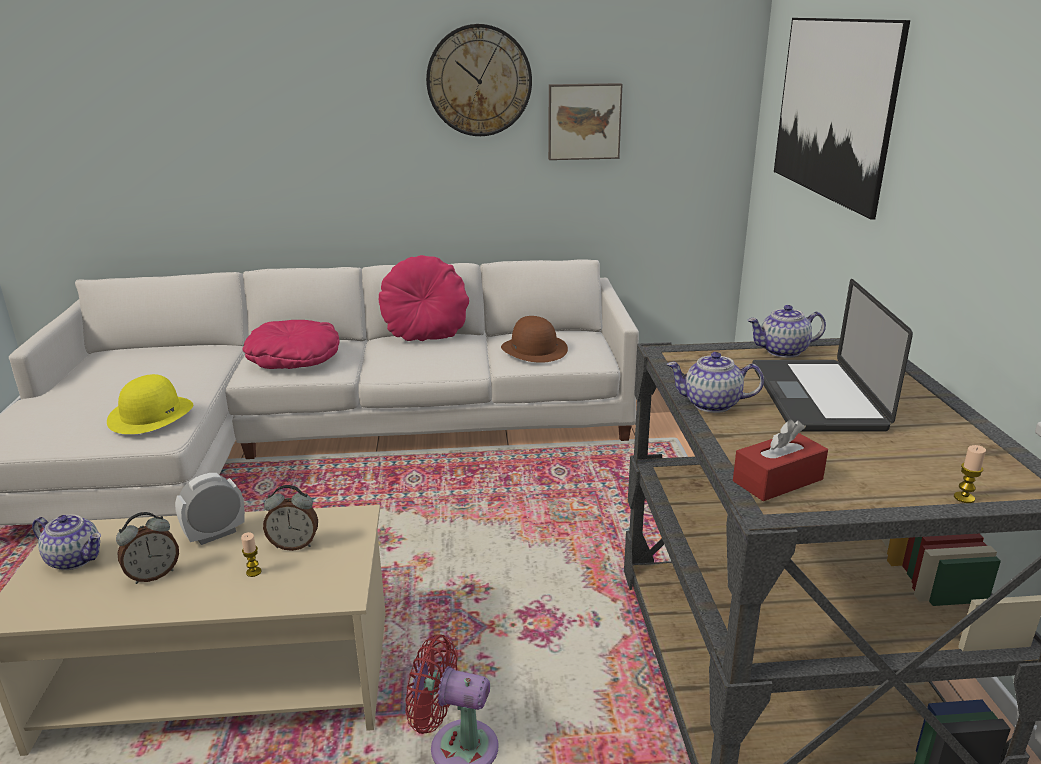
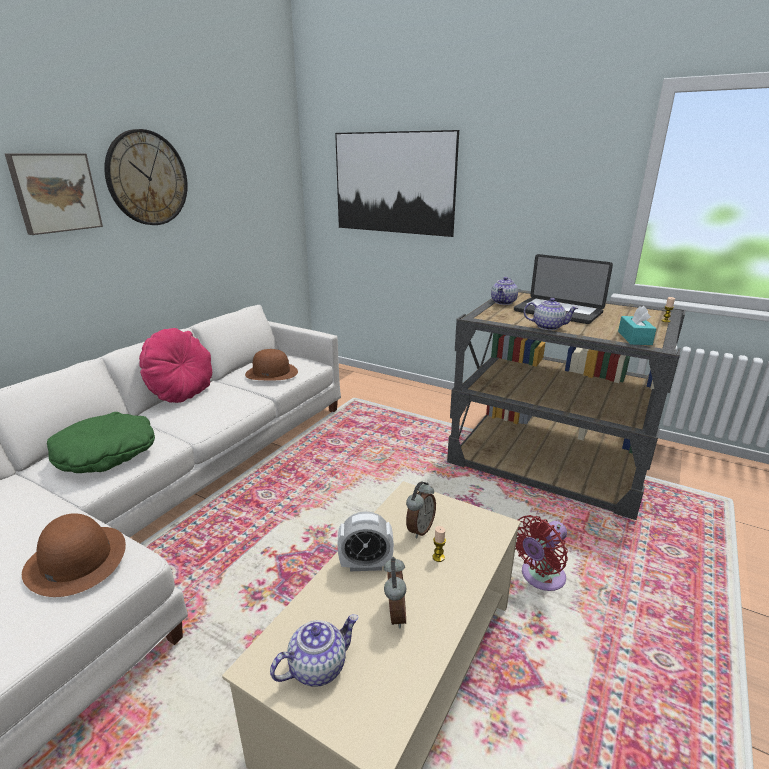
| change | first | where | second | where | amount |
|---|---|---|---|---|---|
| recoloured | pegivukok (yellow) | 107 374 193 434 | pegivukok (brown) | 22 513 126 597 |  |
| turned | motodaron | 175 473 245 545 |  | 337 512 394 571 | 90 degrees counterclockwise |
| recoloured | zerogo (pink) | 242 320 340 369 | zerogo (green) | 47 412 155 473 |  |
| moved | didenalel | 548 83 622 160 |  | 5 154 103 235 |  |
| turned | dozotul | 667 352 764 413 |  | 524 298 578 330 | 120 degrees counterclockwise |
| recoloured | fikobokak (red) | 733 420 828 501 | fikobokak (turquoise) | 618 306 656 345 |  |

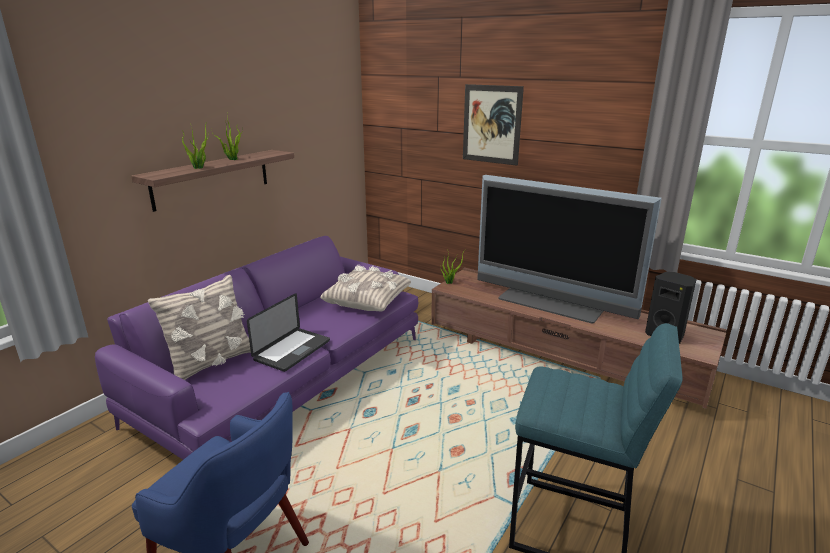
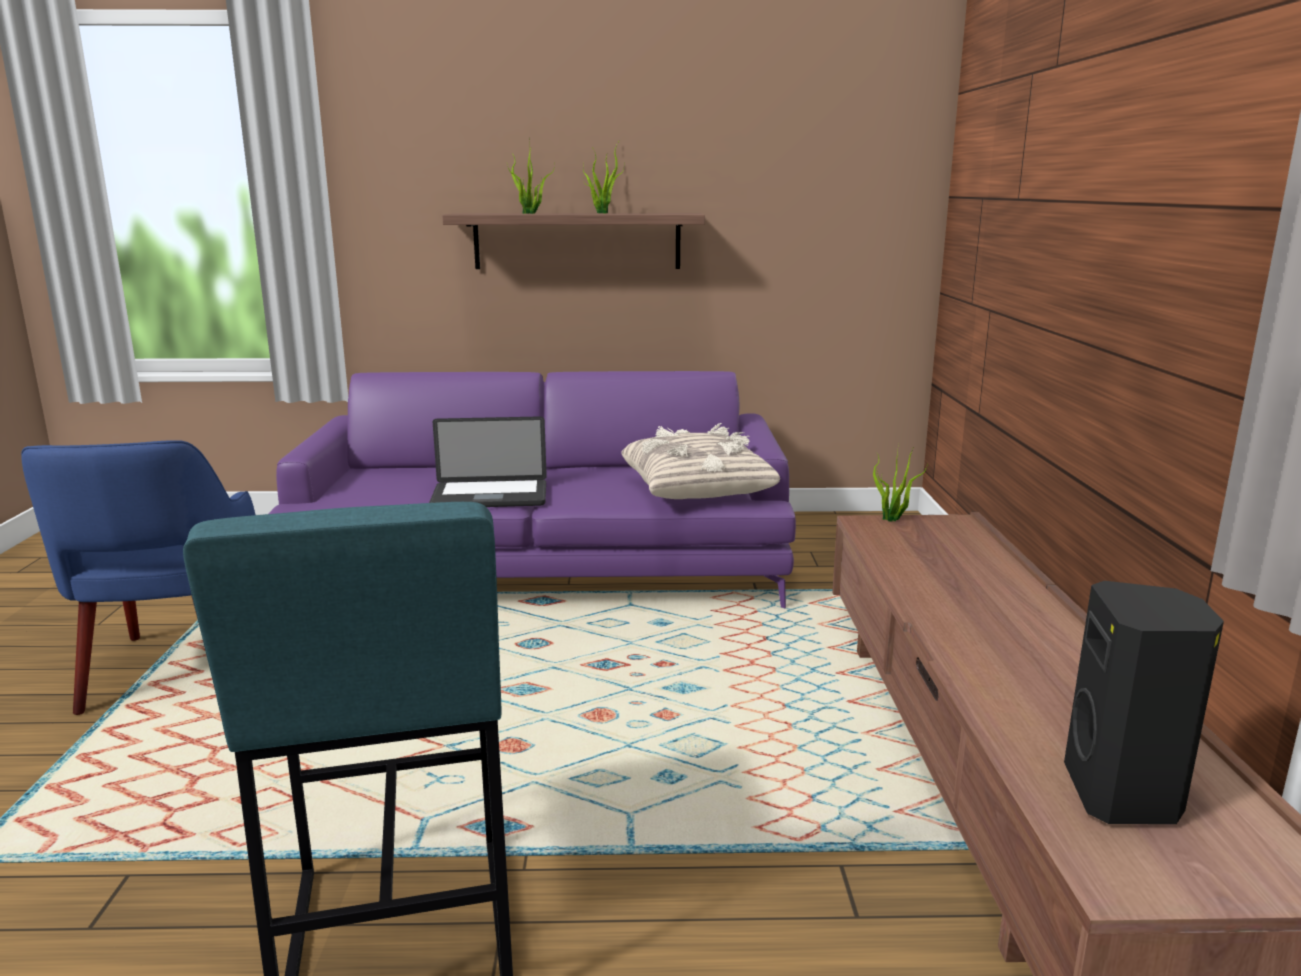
| change | first | where | second | where | amount |
|---|---|---|---|---|---|
| removed | zerogo (beige) | 148 275 251 380 |  |  |  |
| removed | didenalel | 463 84 524 166 |  |  |  |
| removed | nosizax | 477 175 662 323 |  |  |  |

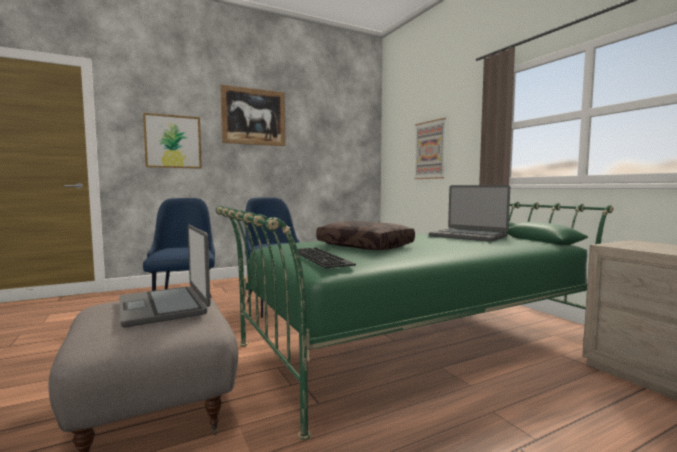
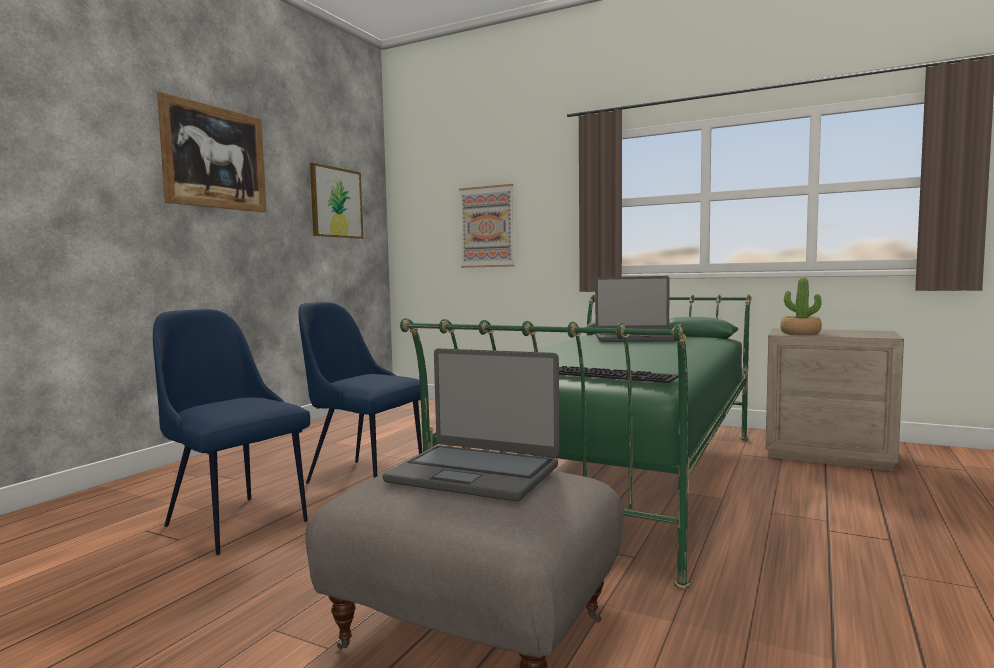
| change | first | where | second | where | amount |
|---|---|---|---|---|---|
| moved | didenalel | 143 113 202 169 |  | 310 163 363 239 |  |
| removed | zerogo (brown) | 316 221 415 250 |  |  |  |
| added |  |  | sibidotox | 780 278 822 335 |  |

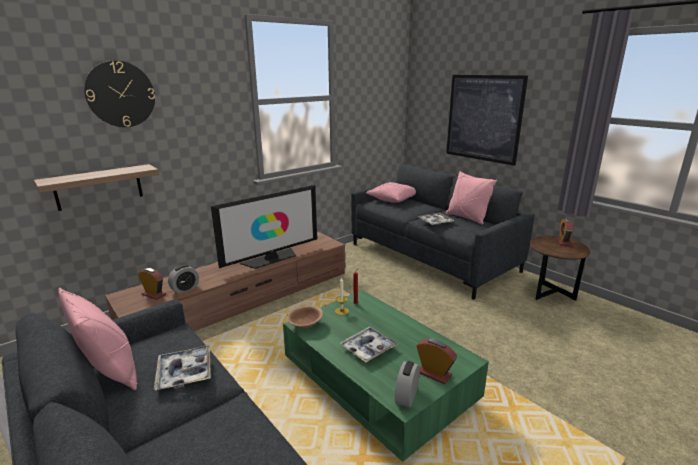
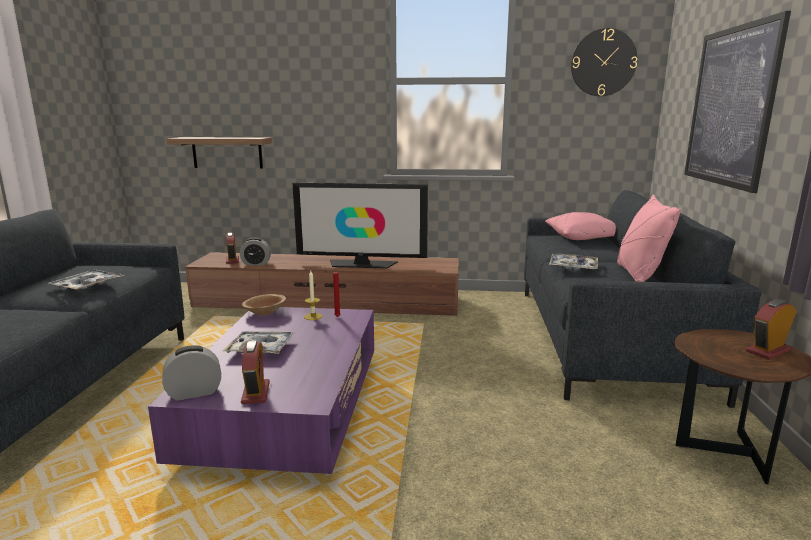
| change | first | where | second | where | amount |
|---|---|---|---|---|---|
| removed | zerogo (pink) | 59 287 137 390 |  |  |  |
| moved | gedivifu | 84 61 155 127 |  | 571 28 637 96 |  |
| recoloured | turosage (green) | 283 290 489 462 | turosage (purple) | 148 307 374 474 |  |

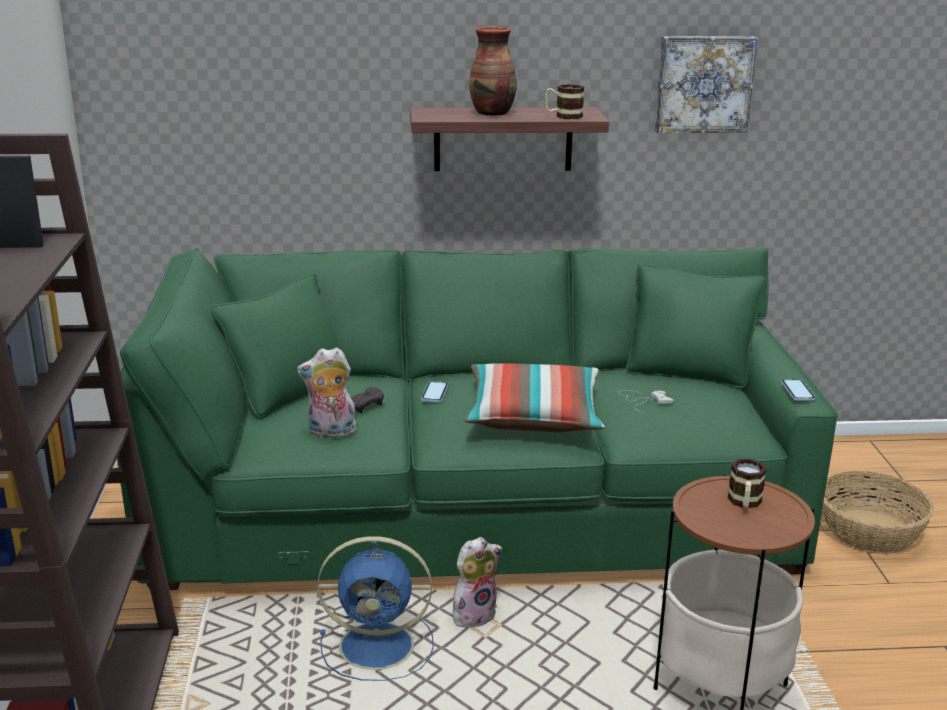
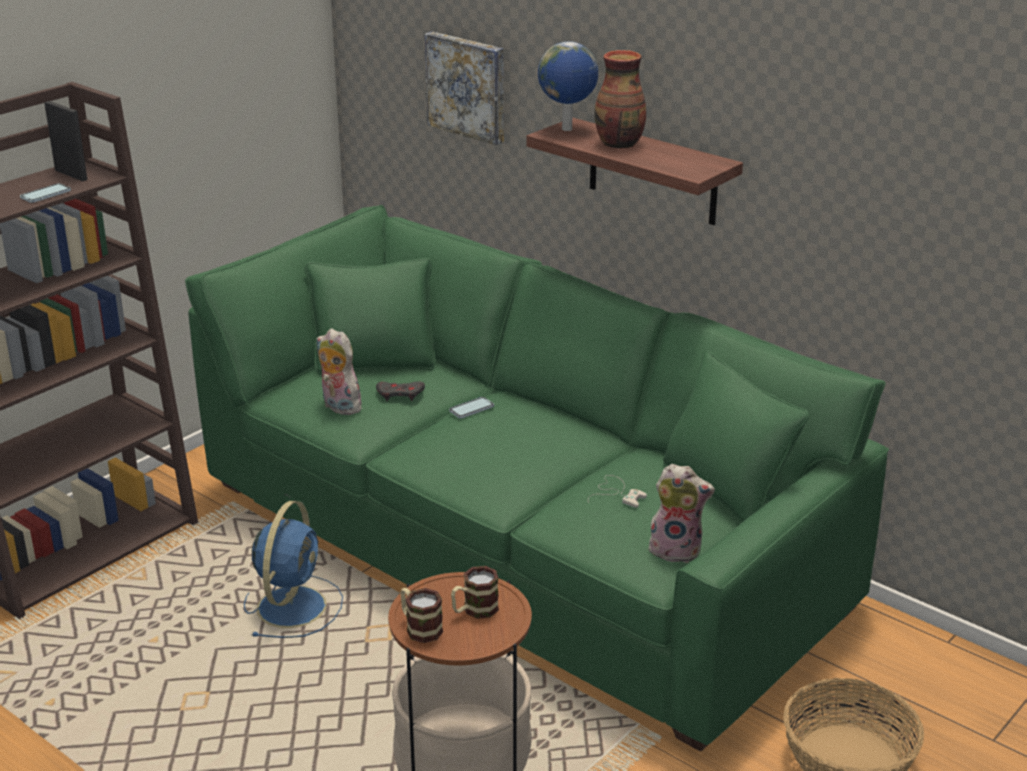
| change | first | where | second | where | amount |
|---|---|---|---|---|---|
| turned | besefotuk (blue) | 317 536 434 681 |  | 244 501 343 638 | 120 degrees counterclockwise |
| moved | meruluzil | 453 537 502 627 |  | 649 464 715 563 |  |
| removed | zerogo | 464 363 605 432 |  |  |  |
| moved | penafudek | 545 84 584 119 |  | 400 588 443 643 |  |
| moved | didenalel | 655 36 758 133 |  | 425 32 504 145 |  |
| moved | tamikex | 781 379 816 401 |  | 20 183 71 203 |  |
| added |  |  | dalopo | 538 41 598 131 |  |

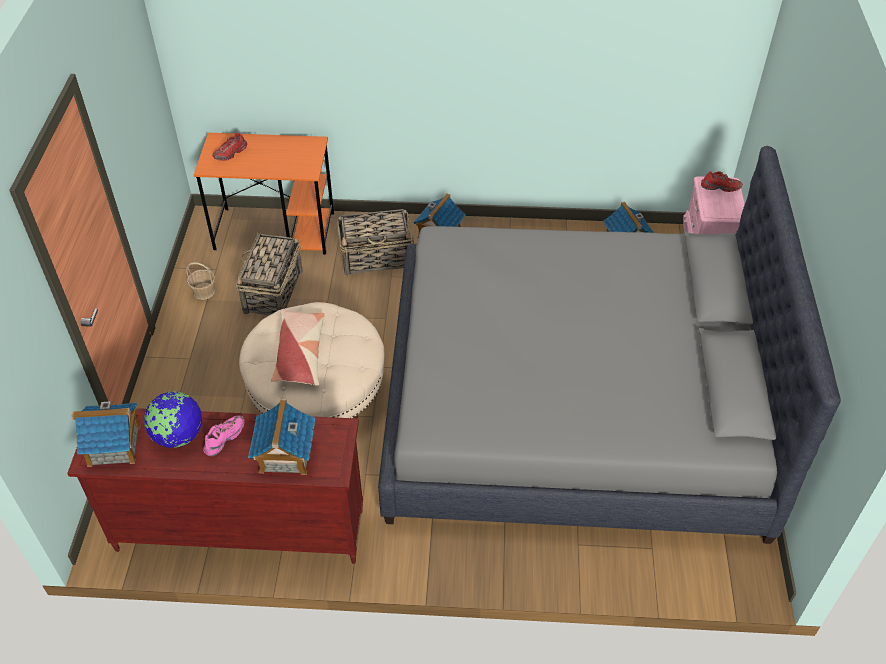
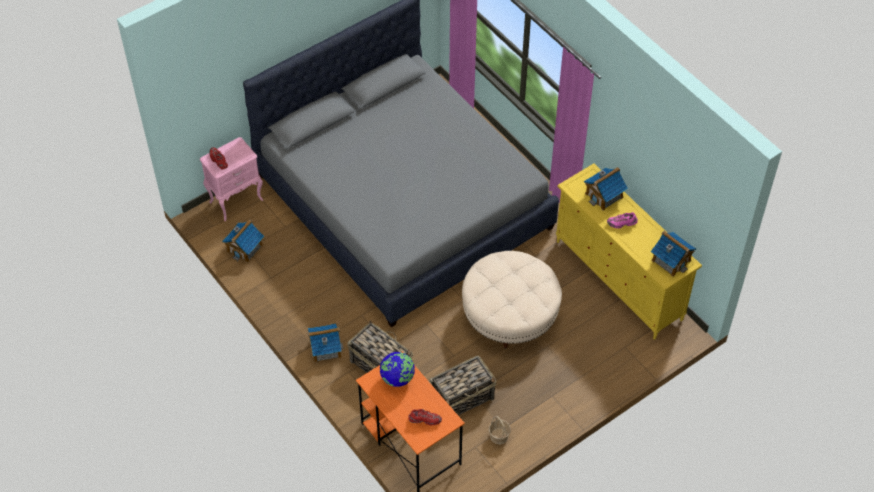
| change | first | where | second | where | amount |
|---|---|---|---|---|---|
| recoloured | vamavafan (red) | 67 408 363 564 | vamavafan (yellow) | 556 163 702 340 |  |
| moved | dalopo | 144 391 202 448 |  | 380 352 415 387 |  |
| removed | zerogo | 271 310 325 386 |  |  |  |

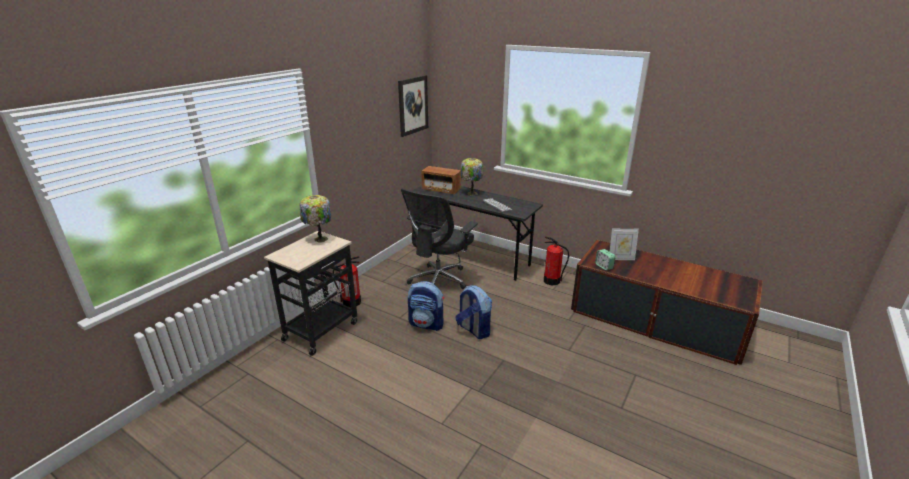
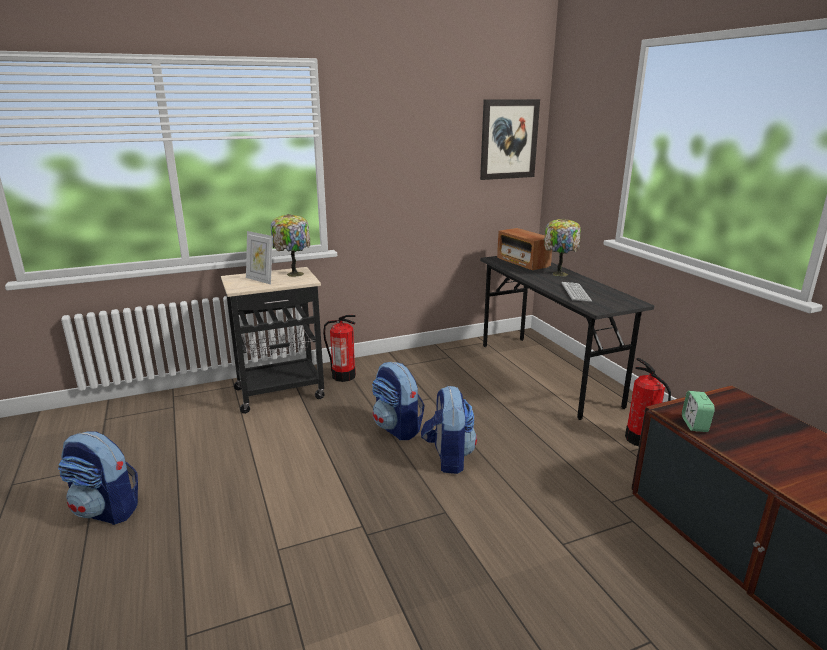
| change | first | where | second | where | amount |
|---|---|---|---|---|---|
| removed | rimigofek | 401 189 478 289 |  |  |  |
| moved | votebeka | 610 229 639 260 |  | 246 231 273 285 |  |
| added |  |  | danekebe | 58 431 138 525 |  |

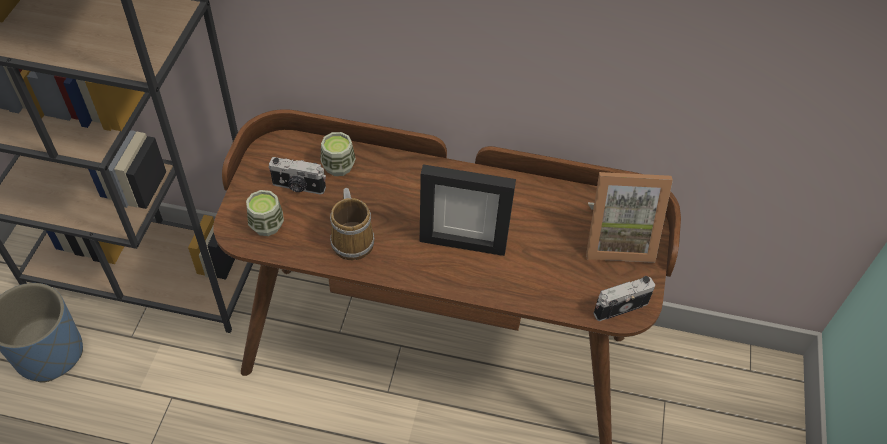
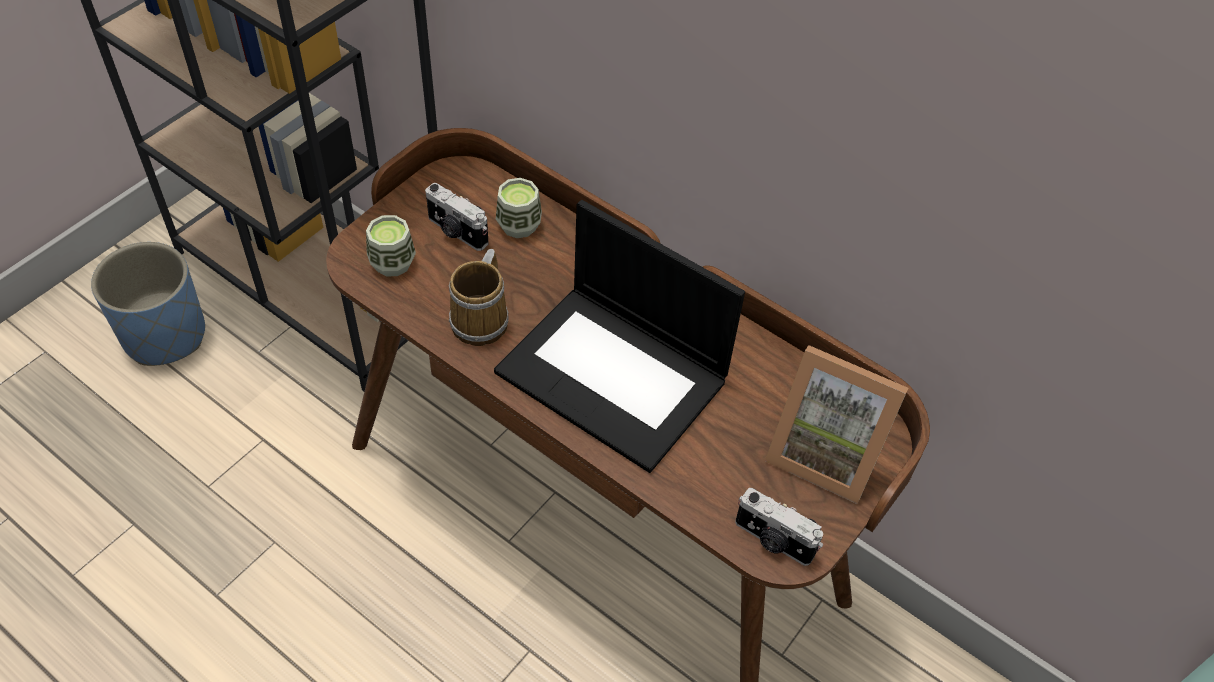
| change | first | where | second | where | amount |
|---|---|---|---|---|---|
| replaced | votebeka | 420 164 516 256 | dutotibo | 494 200 745 473 |  |
| turned | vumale | 593 276 655 321 |  | 735 488 823 566 | 150 degrees counterclockwise |

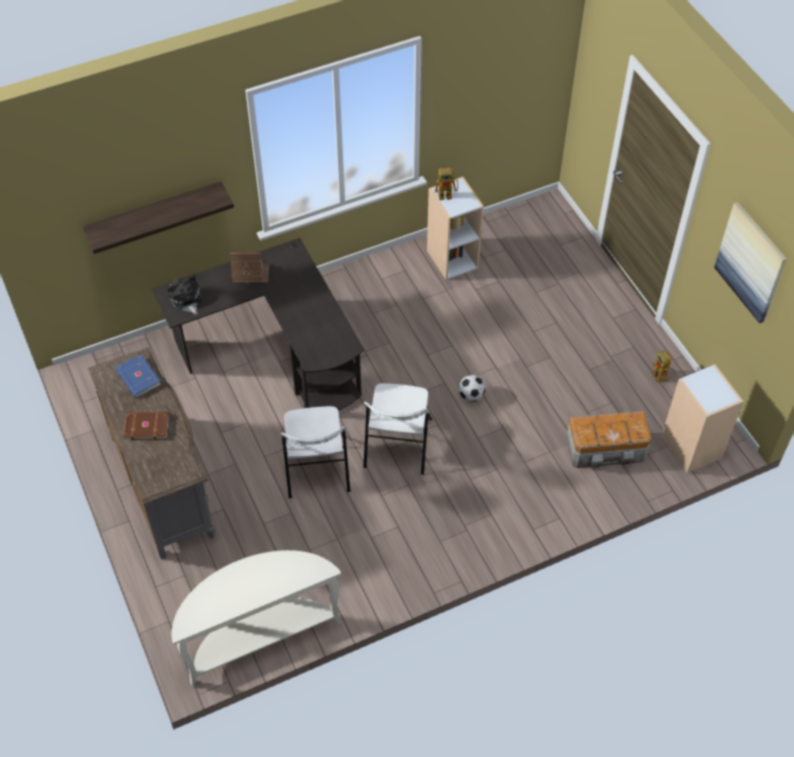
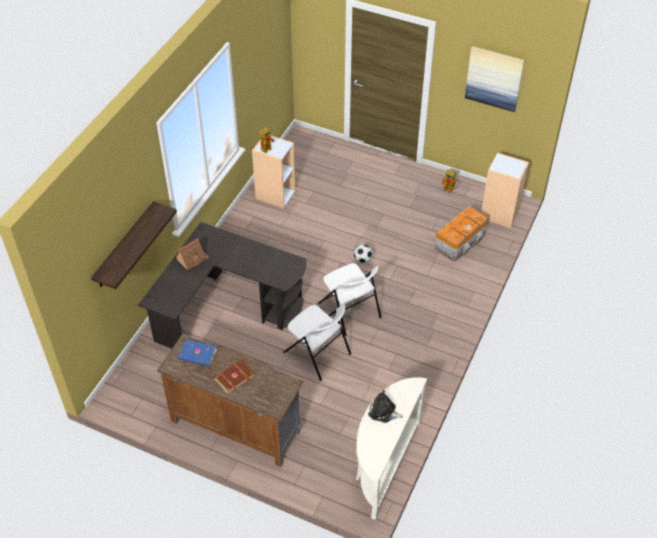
| change | first | where | second | where | amount |
|---|---|---|---|---|---|
| moved | meruluzil | 167 275 202 315 |  | 368 390 403 423 |  |

